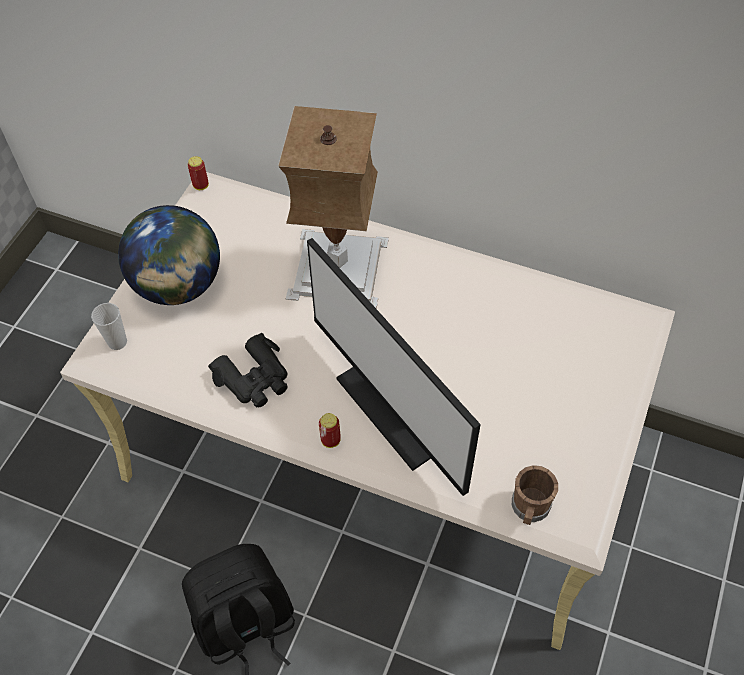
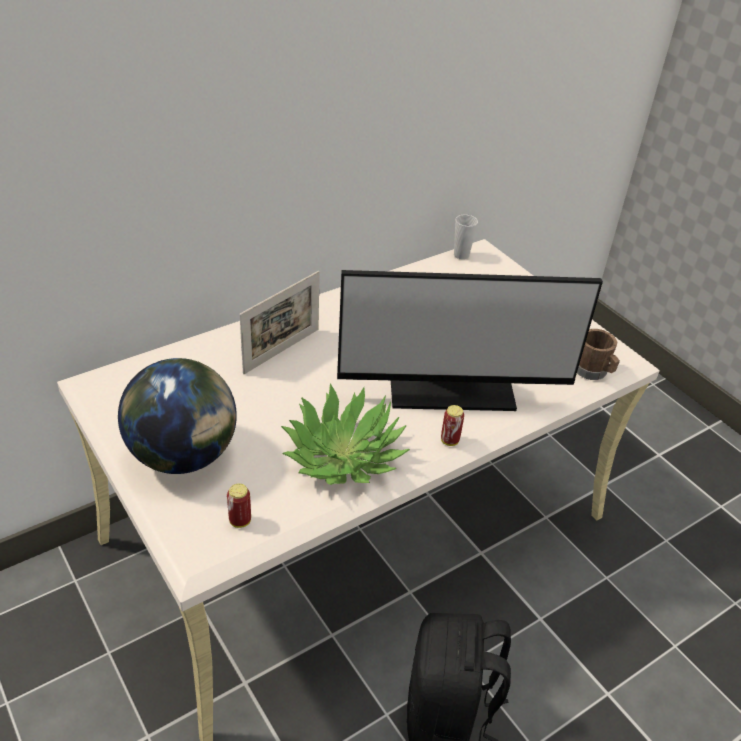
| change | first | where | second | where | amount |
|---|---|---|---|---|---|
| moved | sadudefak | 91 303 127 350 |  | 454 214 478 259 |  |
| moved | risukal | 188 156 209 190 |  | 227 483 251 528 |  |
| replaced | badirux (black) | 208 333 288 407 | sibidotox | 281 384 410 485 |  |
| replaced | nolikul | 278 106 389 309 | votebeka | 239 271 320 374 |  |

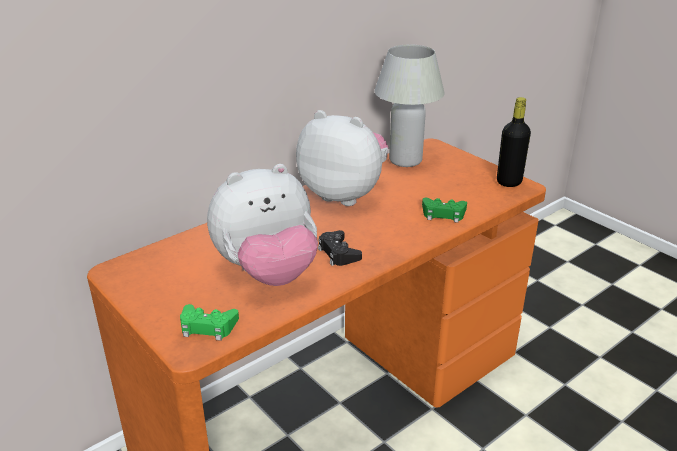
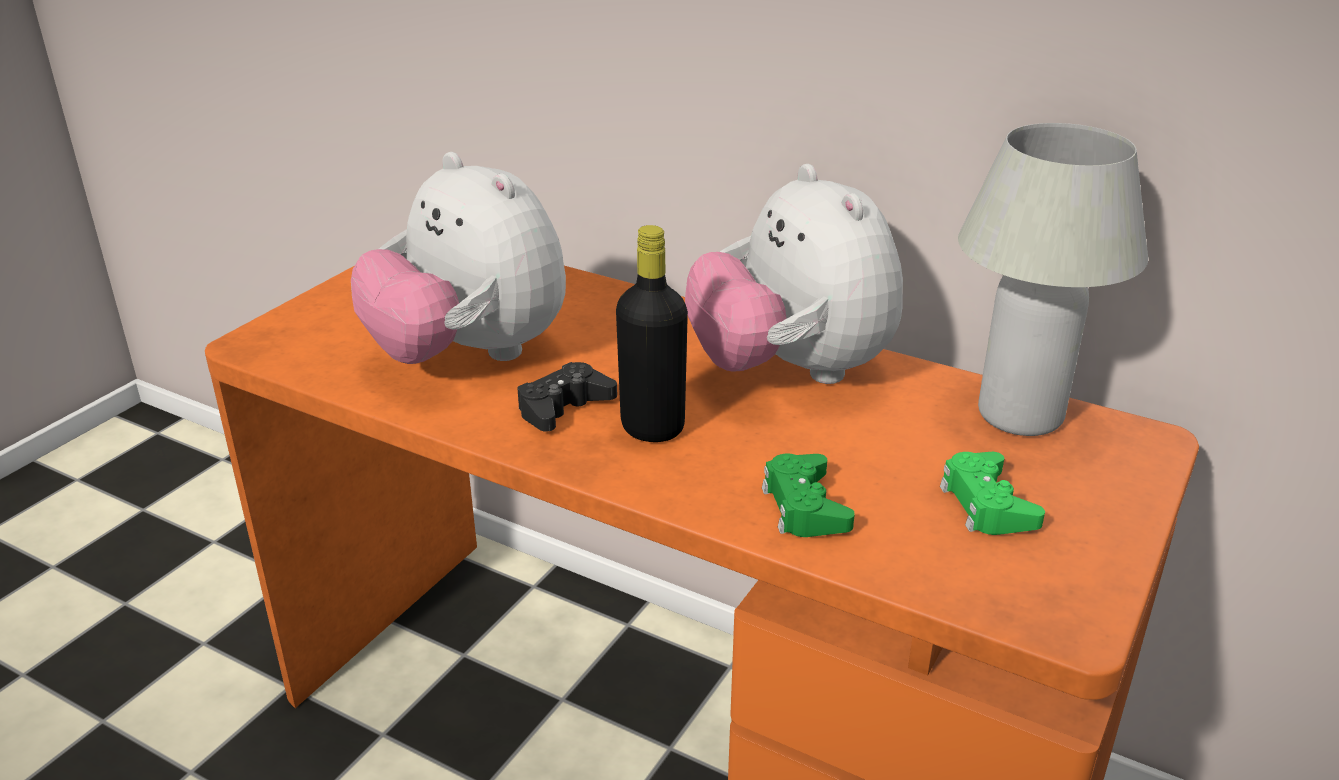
| change | first | where | second | where | amount |
|---|---|---|---|---|---|
| moved | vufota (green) | 180 304 239 341 |  | 940 452 1045 535 |  |
| turned | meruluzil | 296 110 388 206 |  | 685 164 903 384 | 150 degrees clockwise |
| moved | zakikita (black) | 497 97 531 187 |  | 616 225 688 442 |  |

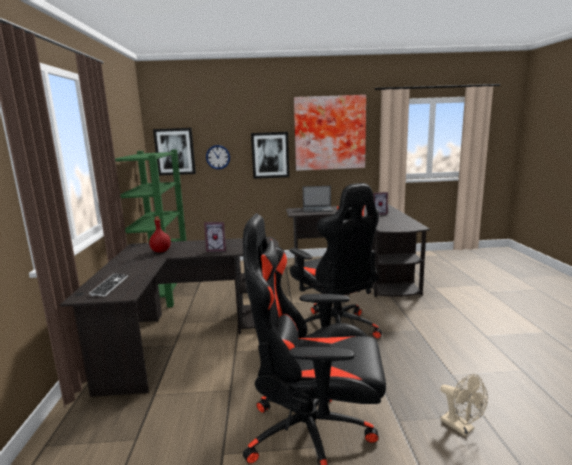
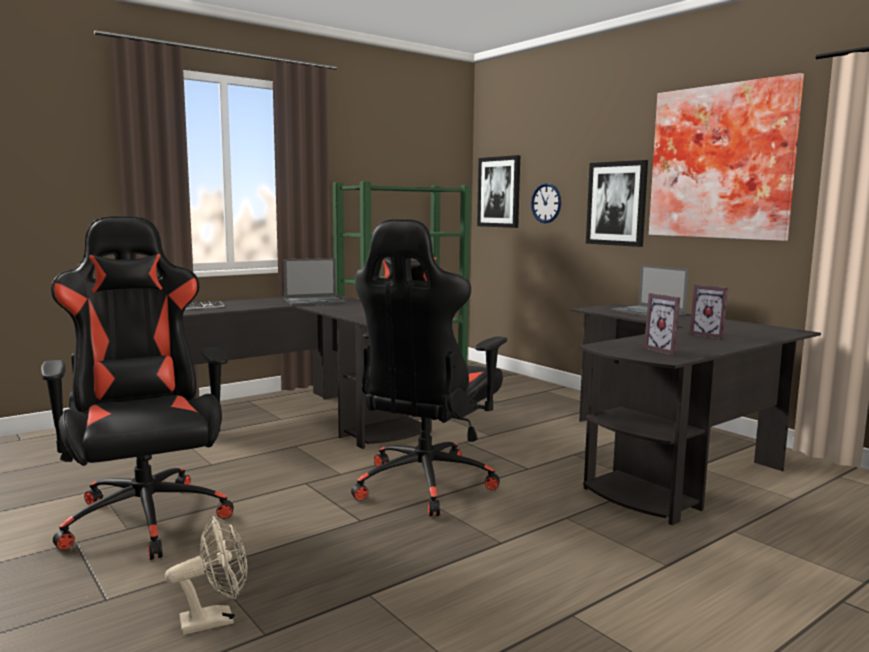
| change | first | where | second | where | amount |
|---|---|---|---|---|---|
| replaced | zakikita (red) | 149 217 171 252 | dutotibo | 283 258 346 305 |  |
| moved | votebeka | 204 222 226 252 |  | 644 293 680 355 |  |
| turned | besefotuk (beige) | 440 374 488 436 |  | 165 516 247 635 | 135 degrees counterclockwise |

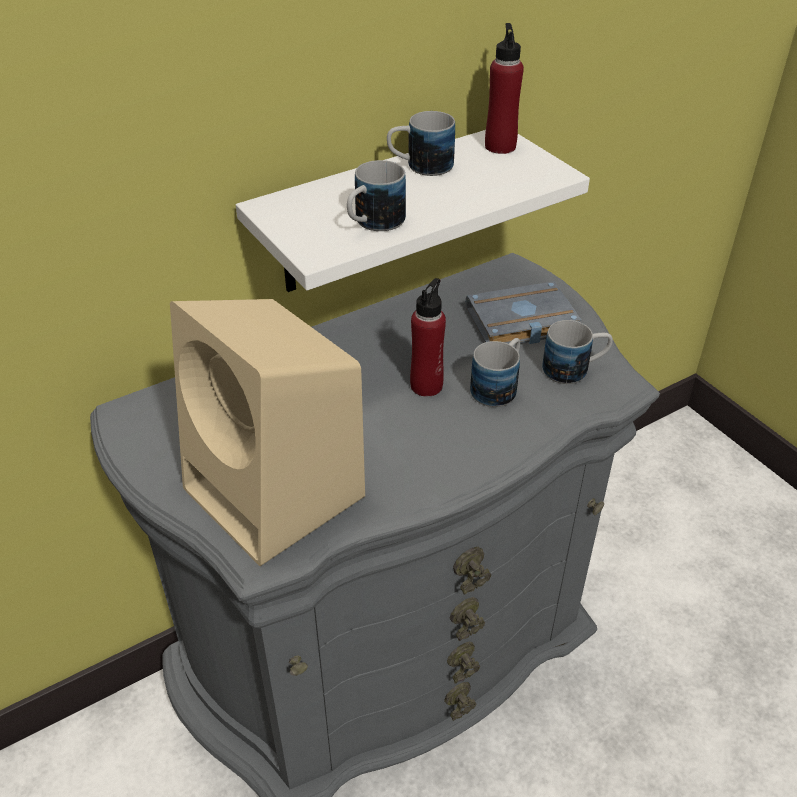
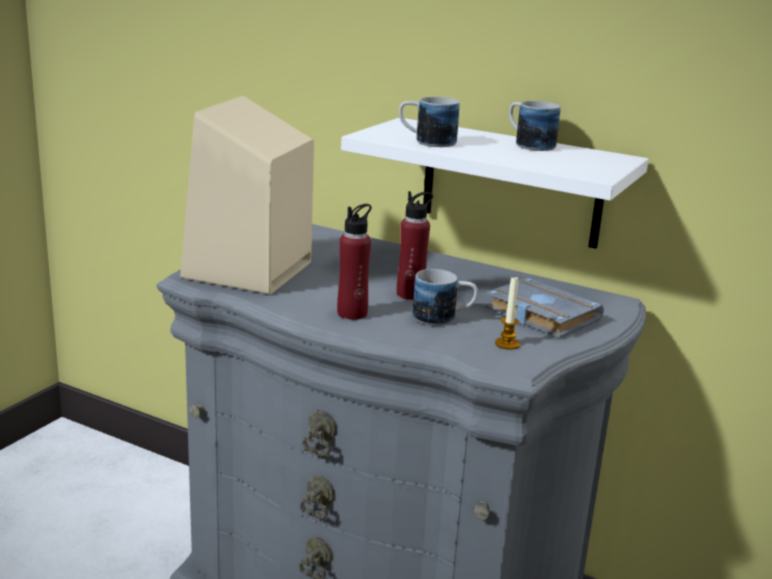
| change | first | where | second | where | amount |
|---|---|---|---|---|---|
| moved | zakikita (red) | 485 23 524 154 |  | 337 204 372 320 |  |
| replaced | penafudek | 542 320 613 384 | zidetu | 495 277 520 350 |  |

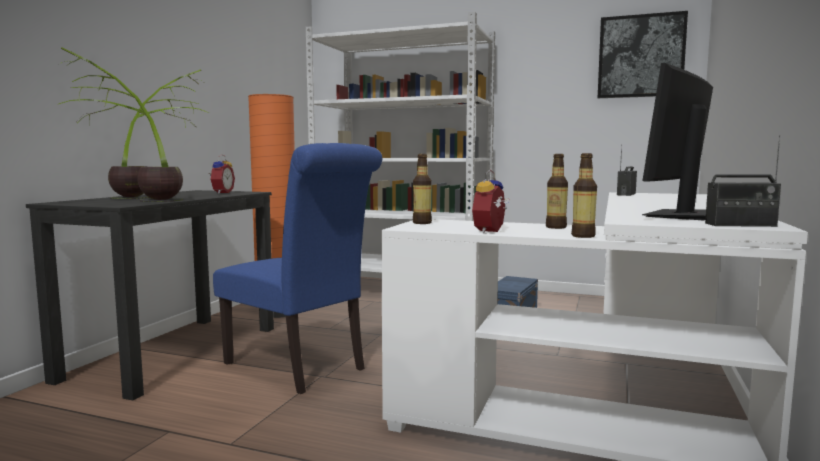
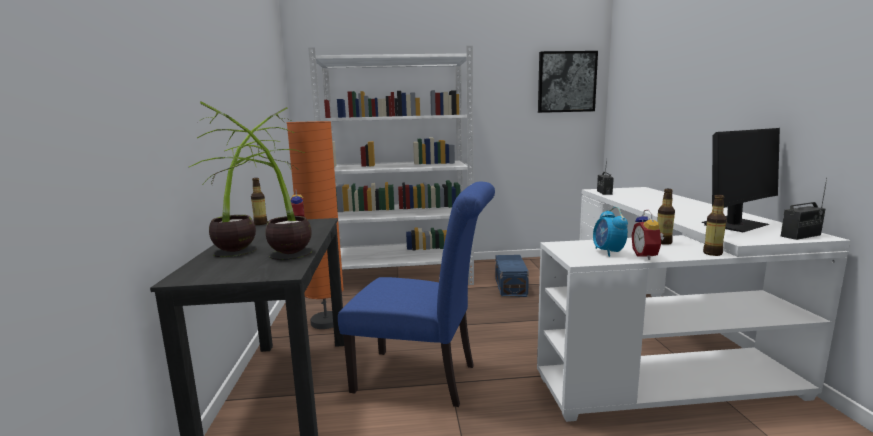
| change | first | where | second | where | amount |
|---|---|---|---|---|---|
| moved | zakikita | 413 154 432 224 |  | 251 178 268 225 |  |
| turned | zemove | 642 63 713 221 |  | 702 128 780 232 | 135 degrees counterclockwise |
| added |  |  | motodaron | 593 207 628 257 |  |

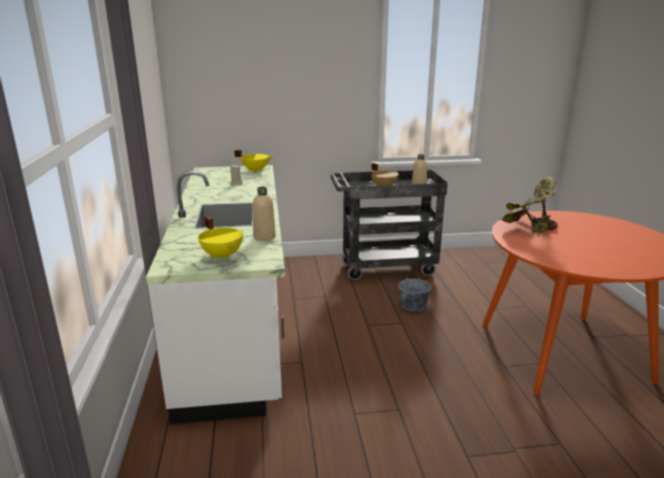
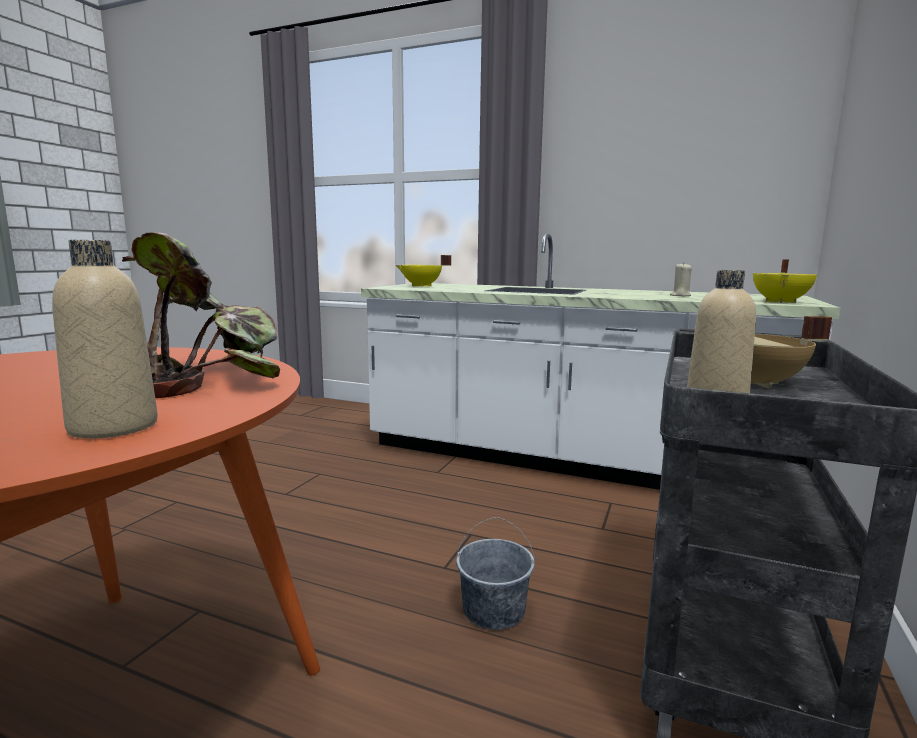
| change | first | where | second | where | amount |
|---|---|---|---|---|---|
| moved | zakikita (beige) | 253 187 276 241 |  | 52 240 158 438 |  |

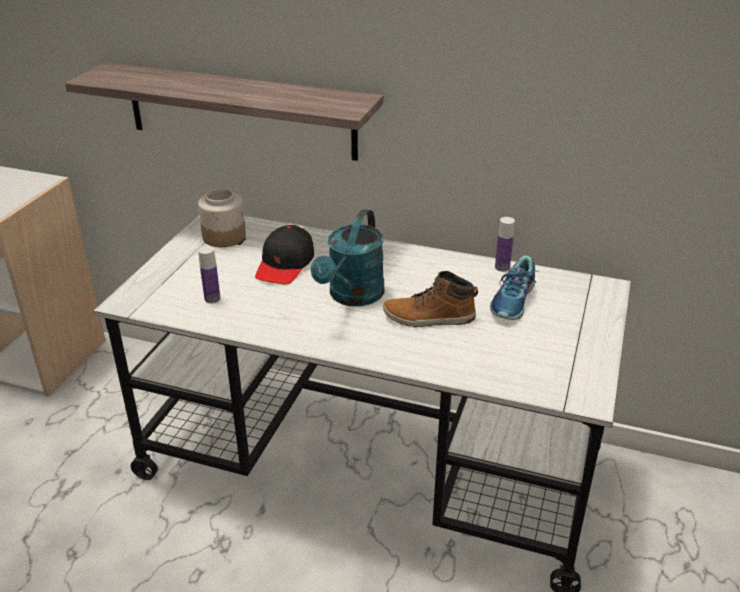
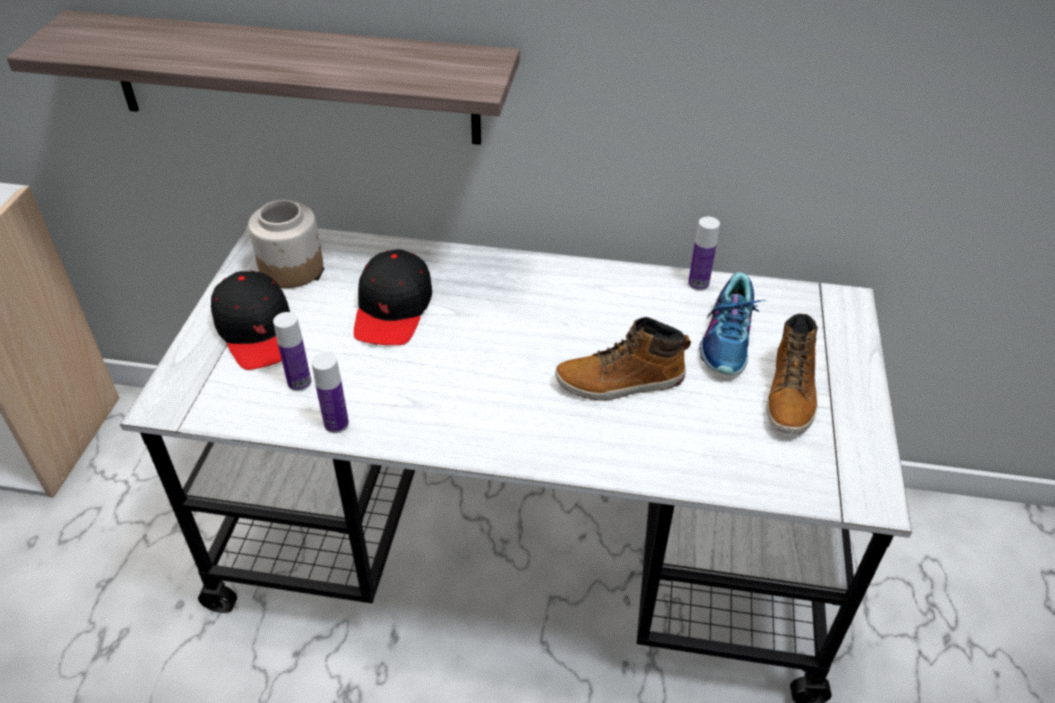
| change | first | where | second | where | amount |
|---|---|---|---|---|---|
| removed | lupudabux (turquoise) | 311 209 384 306 |  |  |  |
| added |  |  | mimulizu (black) | 211 271 290 370 |  |
| added |  |  | zakikita | 312 352 349 433 |  |
| added |  |  | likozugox | 766 313 818 434 |  |

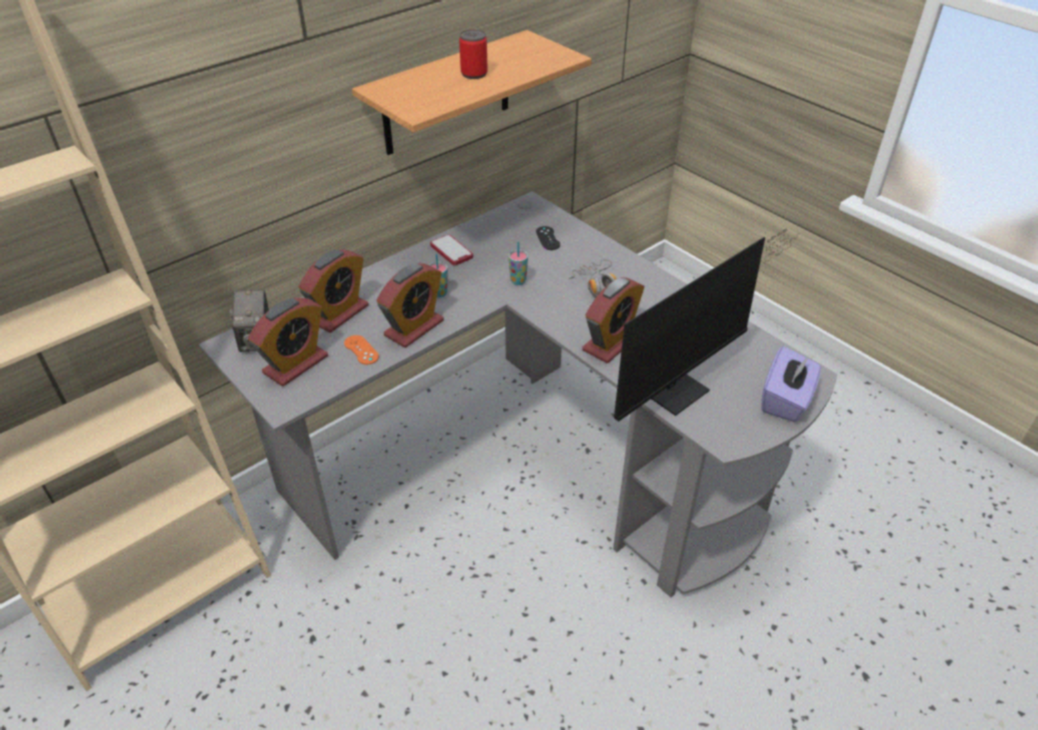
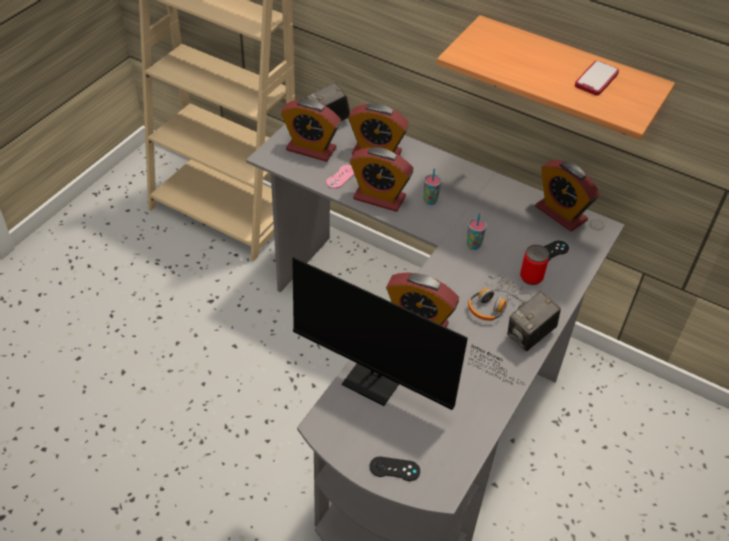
| change | first | where | second | where | amount |
|---|---|---|---|---|---|
| recoloured | vufota (orange) | 344 335 379 365 | vufota (pink) | 326 165 354 188 |  |
| moved | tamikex | 430 235 473 266 |  | 575 61 619 96 |  |
| moved | risukal | 459 29 488 79 |  | 520 245 549 285 |  |
| replaced | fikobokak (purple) | 761 346 821 422 | vufota (black) | 369 457 420 481 |  |
| added |  |  | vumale | 507 291 561 351 |  |
| added |  |  | motodaron | 535 160 600 231 |  |

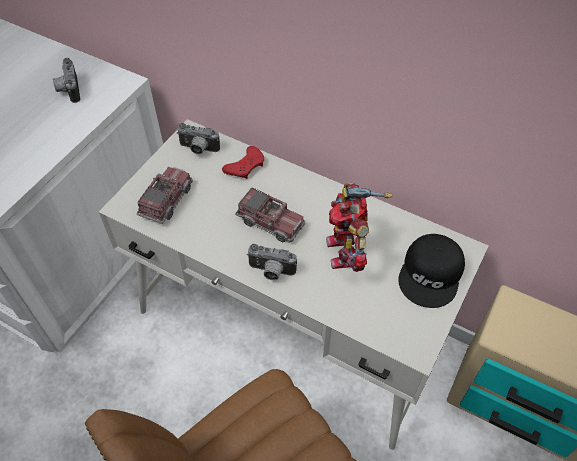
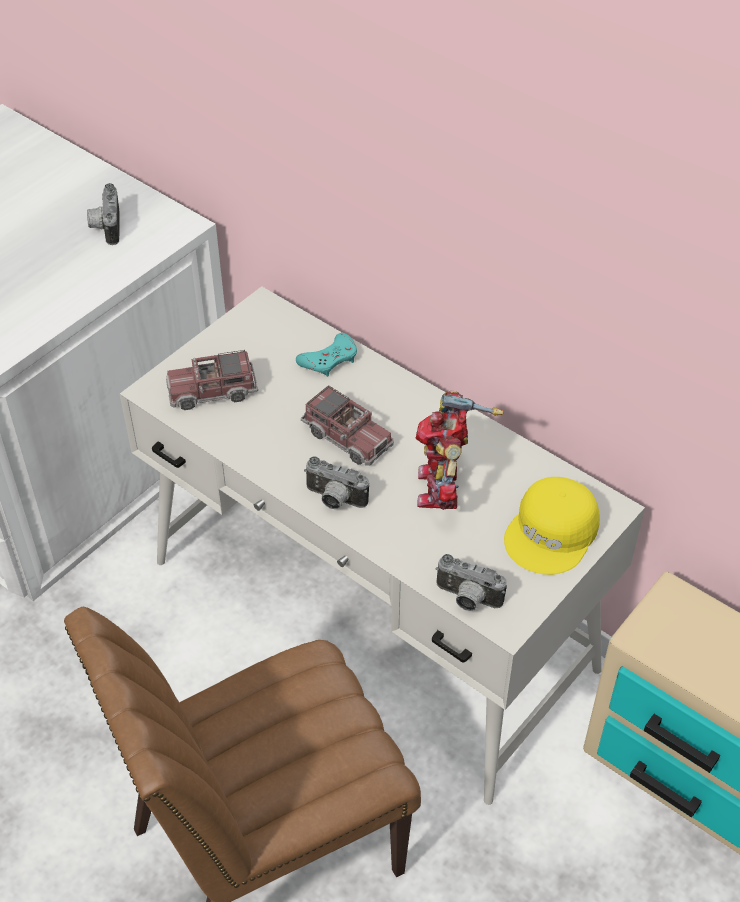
| change | first | where | second | where | amount |
|---|---|---|---|---|---|
| turned | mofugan | 136 167 193 224 |  | 166 350 258 410 | 135 degrees counterclockwise |
| moved | vumale | 177 123 220 154 |  | 436 554 507 611 |  |
| recoloured | vufota (red) | 222 146 264 179 | vufota (turquoise) | 296 333 357 377 |  |
| recoloured | mimulizu (black) | 398 234 465 308 | mimulizu (yellow) | 504 477 600 575 |  |

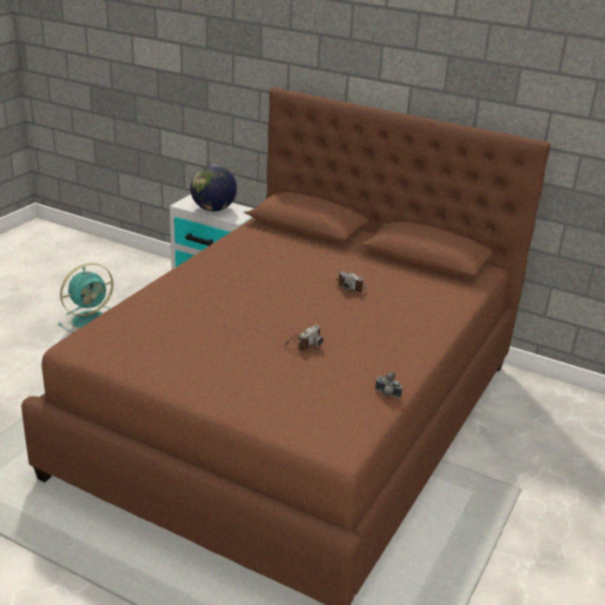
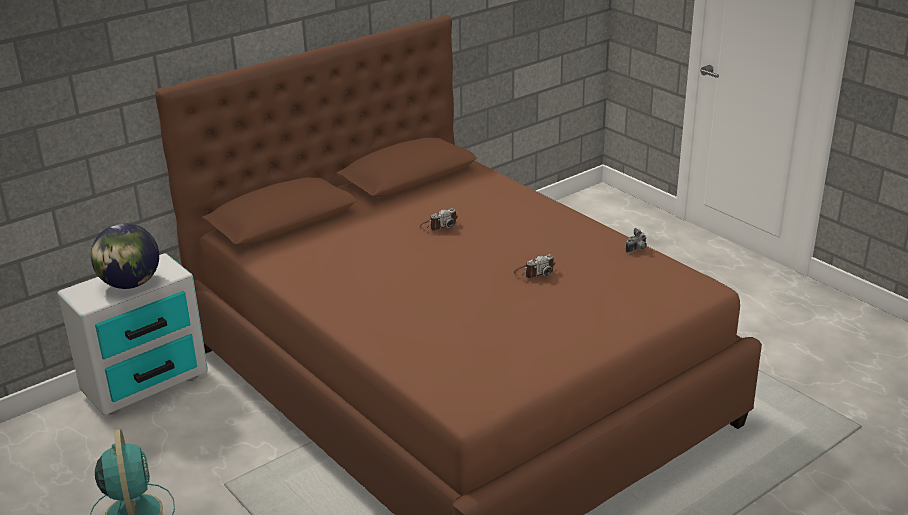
| change | first | where | second | where | amount |
|---|---|---|---|---|---|
| turned | vumale | 284 325 324 351 |  | 514 254 555 278 | 90 degrees clockwise |

